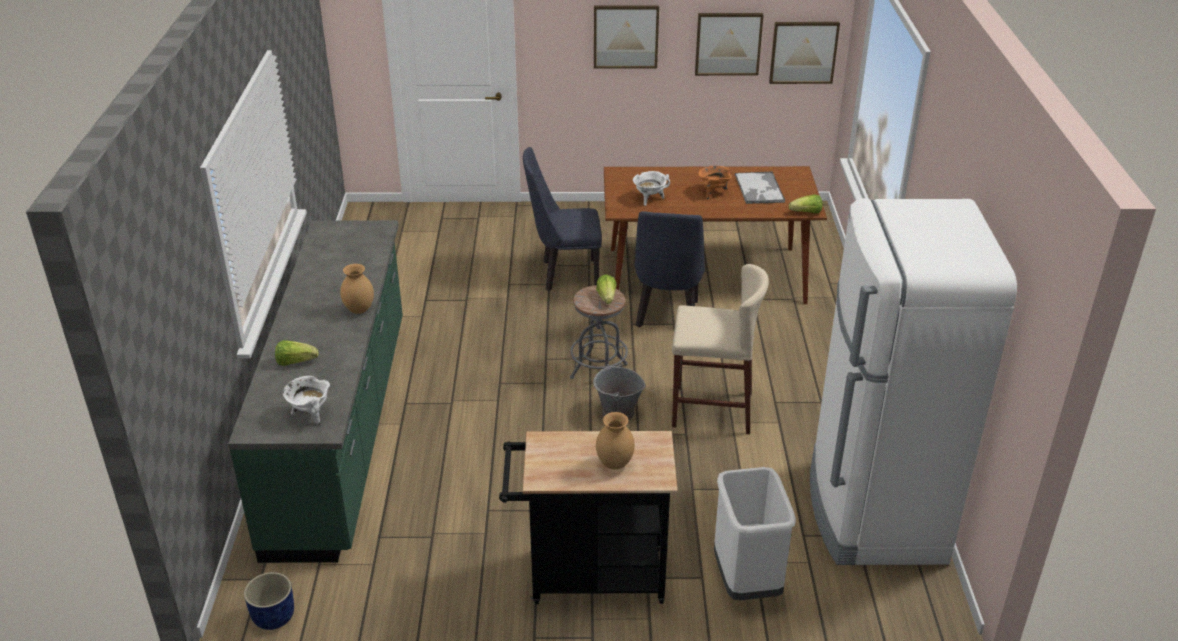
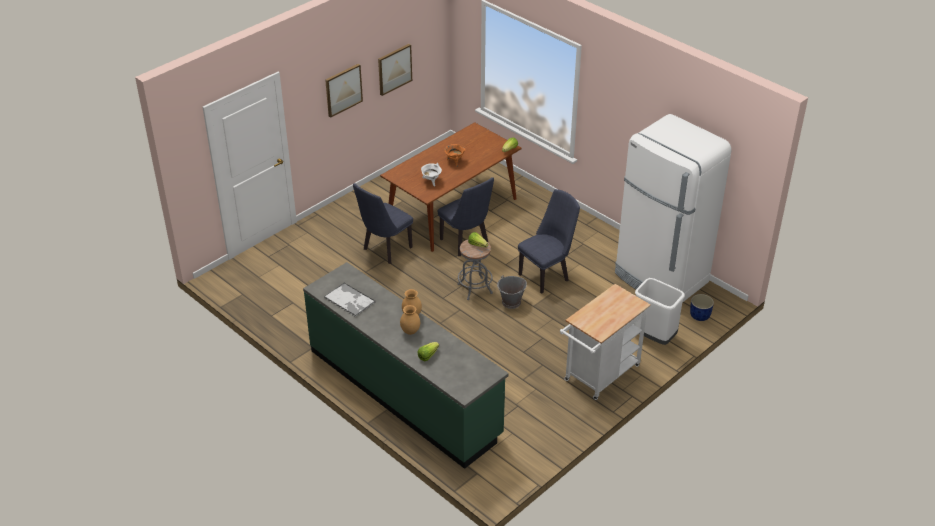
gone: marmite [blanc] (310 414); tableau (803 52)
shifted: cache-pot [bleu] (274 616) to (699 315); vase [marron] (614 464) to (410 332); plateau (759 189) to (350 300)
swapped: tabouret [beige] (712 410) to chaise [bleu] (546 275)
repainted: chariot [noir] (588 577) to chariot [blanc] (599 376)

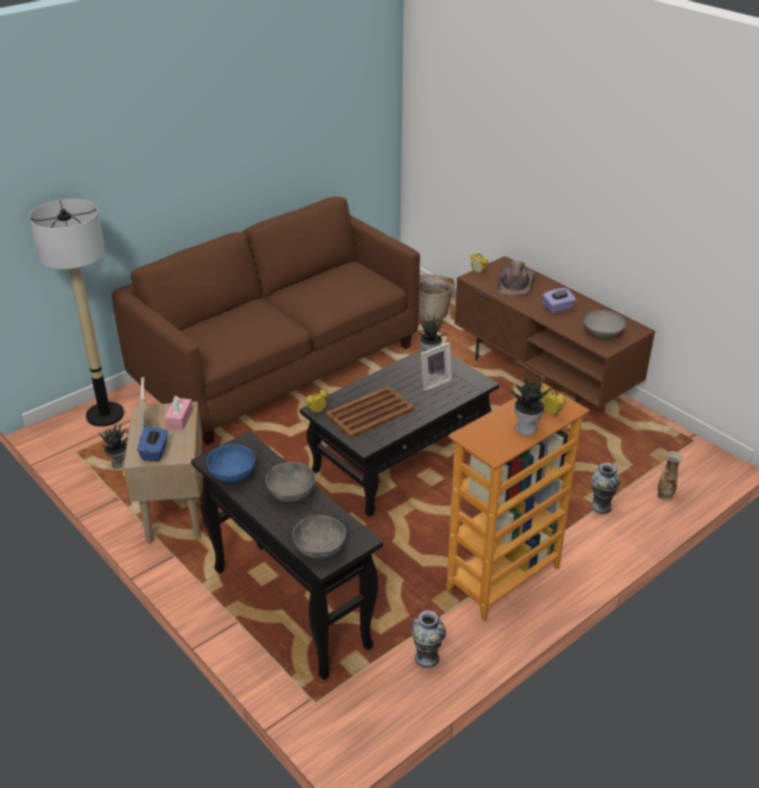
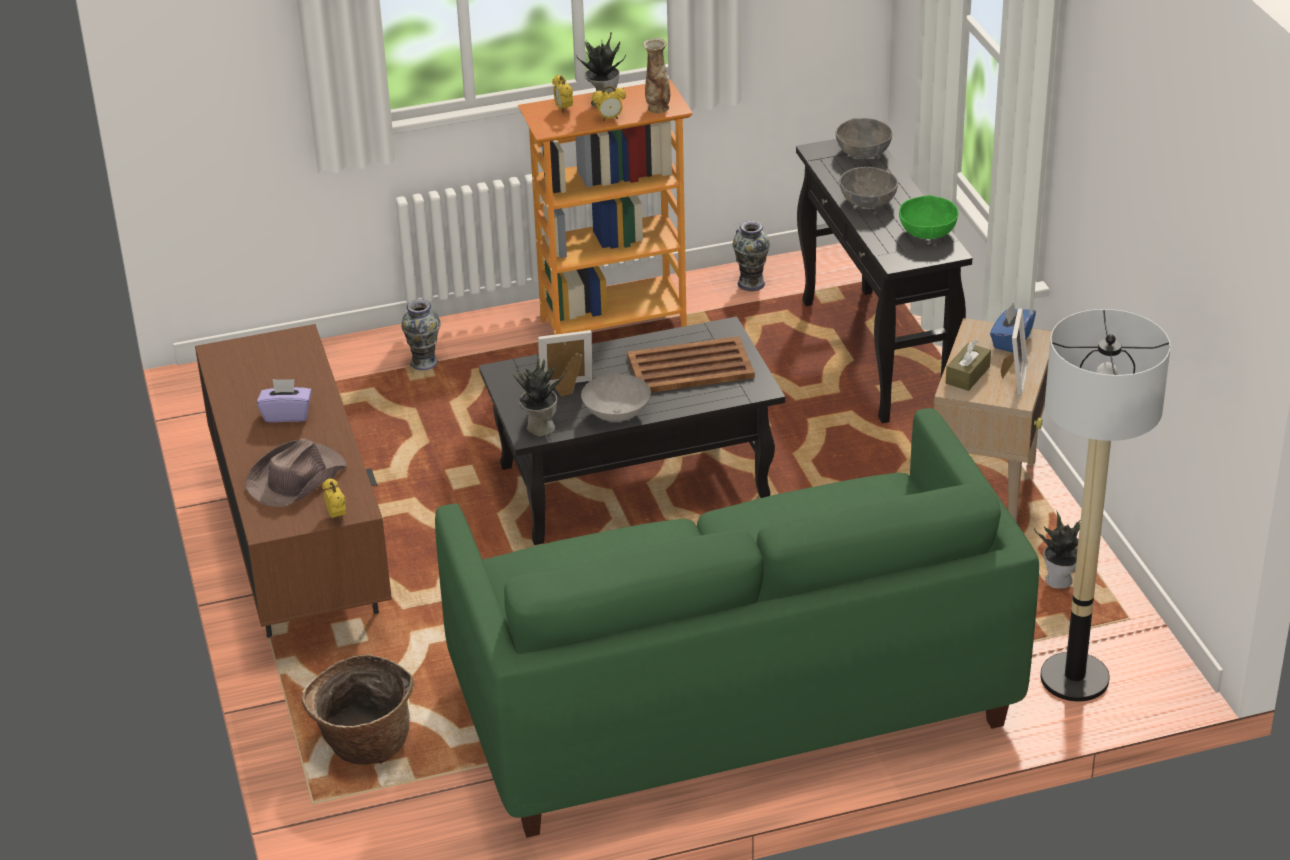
shifted: réveil (317 412) to (609 118); bol [gris] (602 335) to (617 414); vase (665 495) to (657 108)
repainted: canapé [marron] (278 366) to canapé [vert] (731 699); boîte à mouchoirs [rose] (179 419) to boîte à mouchoirs [marron] (967 375); bol [bleu] (232 474) to bol [vert] (927 232)

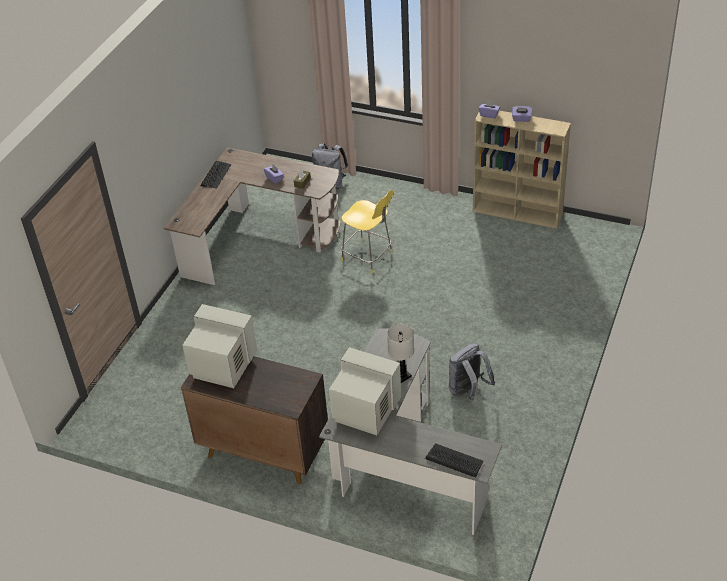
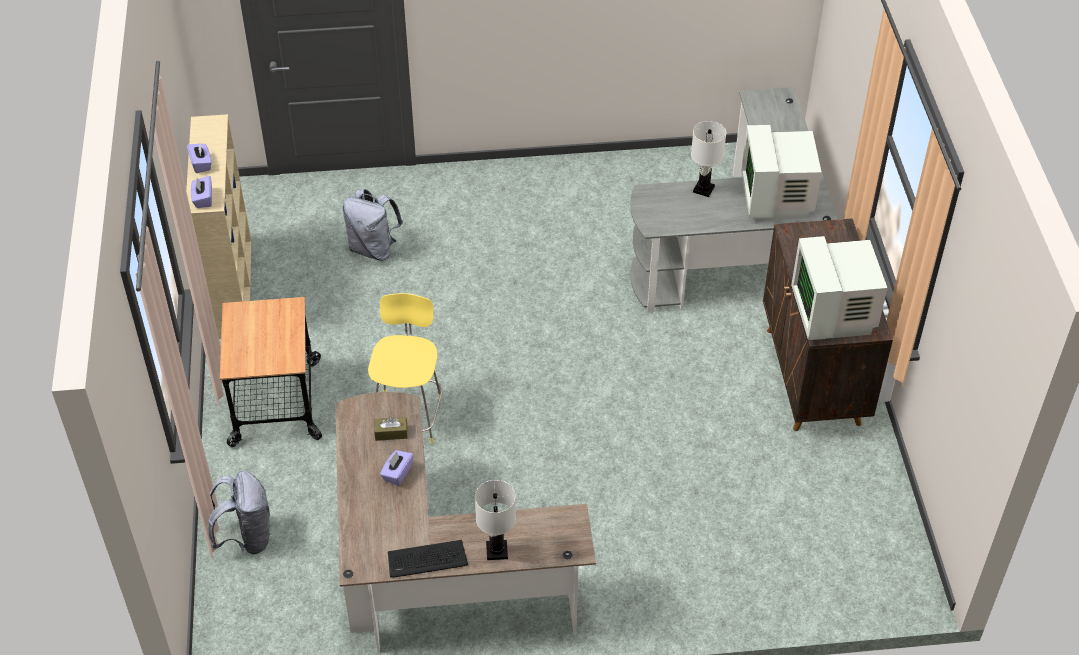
gone: clavier (454 461)
new: chariot (274 403); lampe de table [blanc] (497 551)
shifted: sac à dos [gris] (468 391) to (373 248)

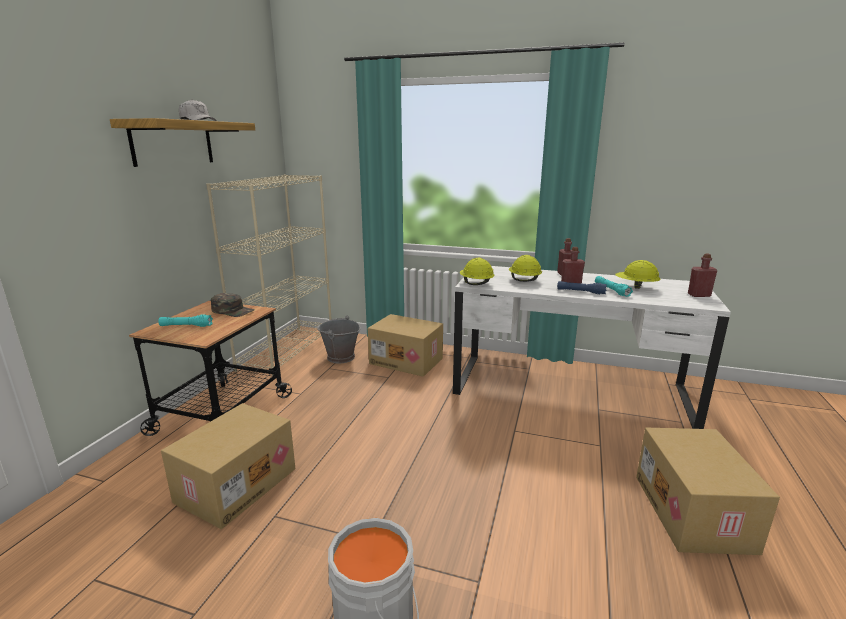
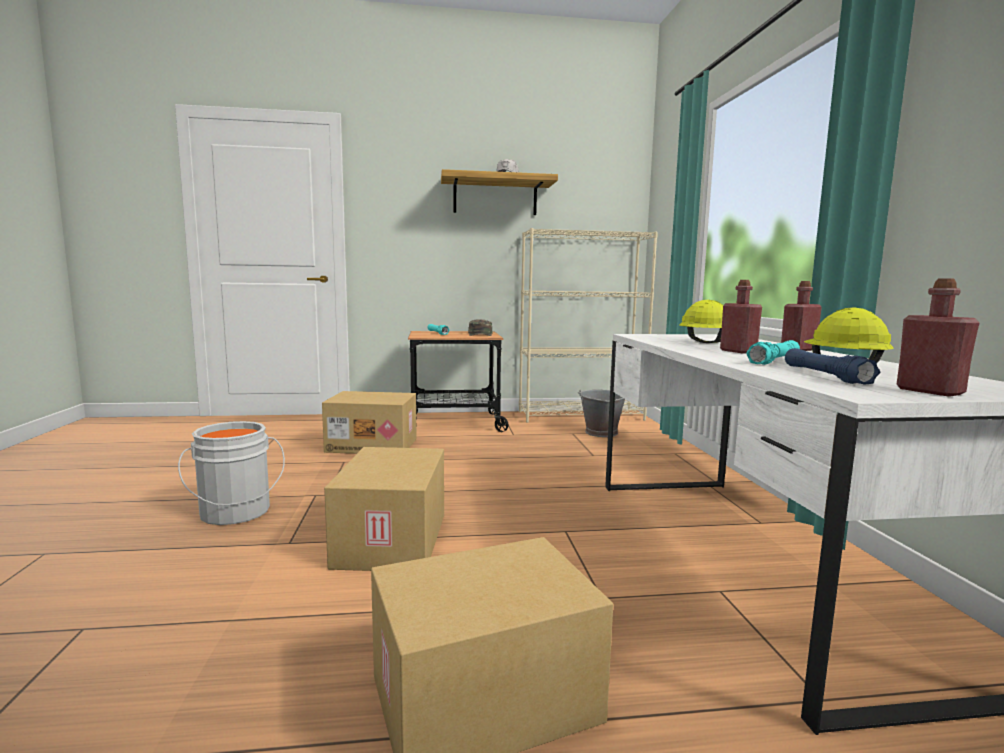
gone: casque de chantier [jaune] (476 284)
shifted: carton (407 361) to (394 540); lampe de poche [bleu] (580 292) to (825 376)

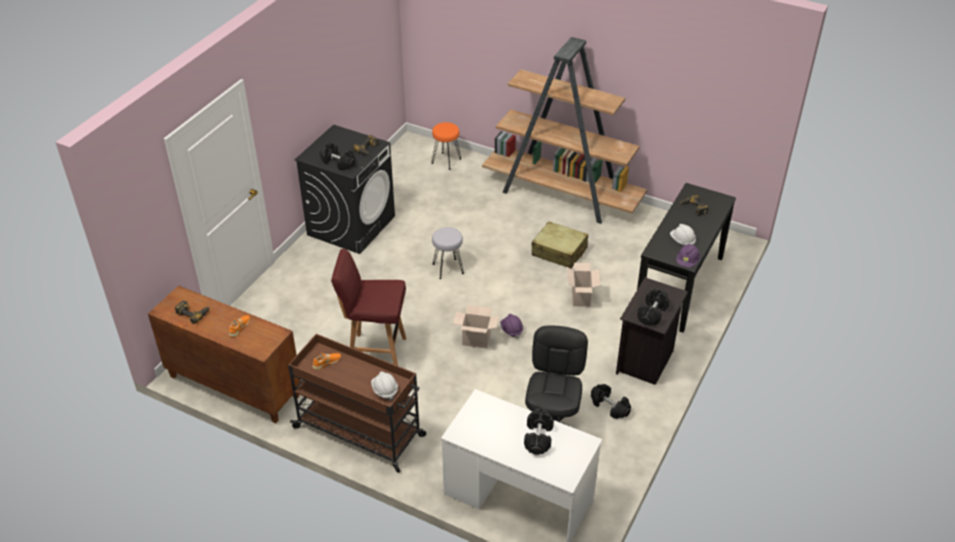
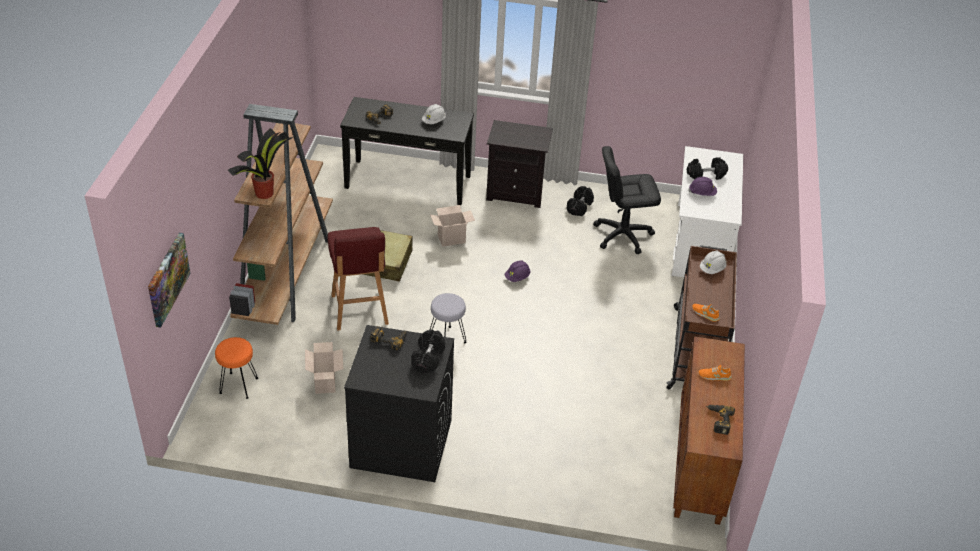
gone: haltère [noir] (652 313)
new: tableau (167 279); plante en pot (265 193)
shifted: tabouret [rouge] (375 353) to (359 311); carton (475 341) to (326 383); casque de chantier [violet] (687 262) to (702 193)

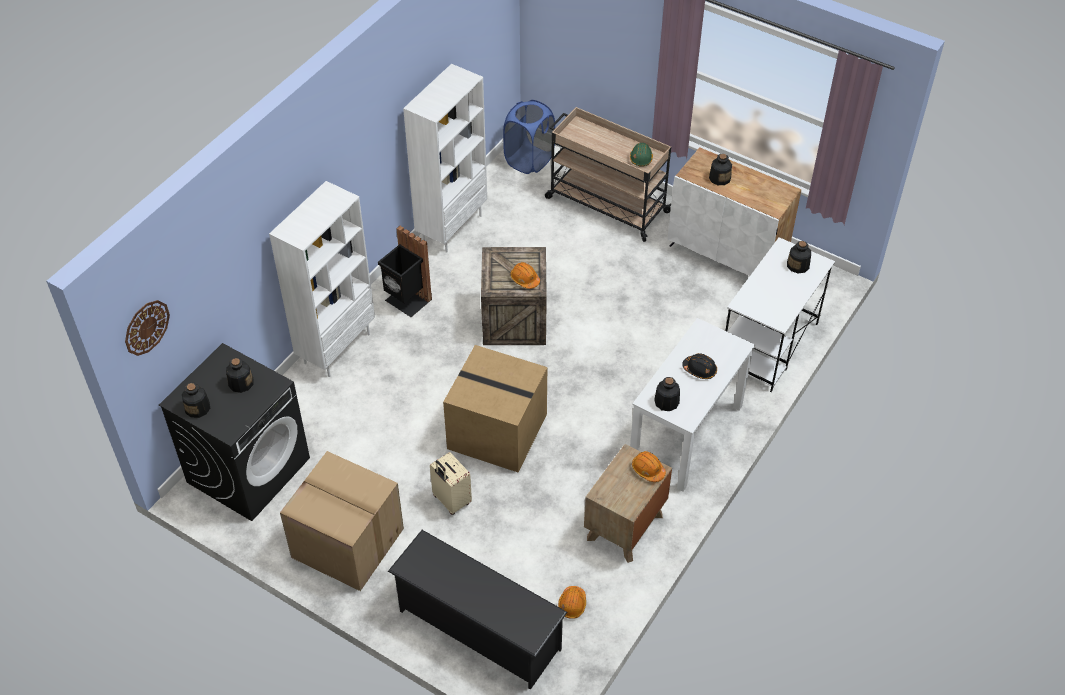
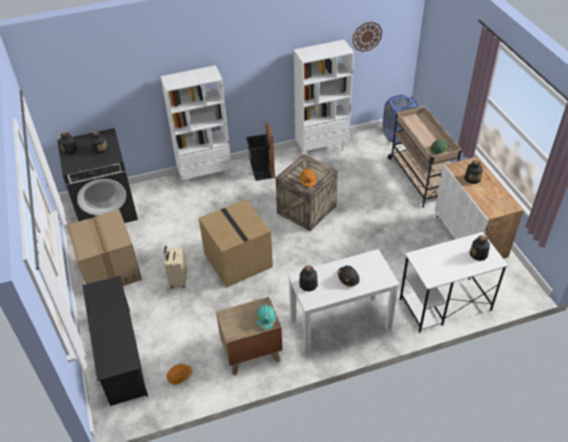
shifted: horloge murale (146 327) to (367 36)
repainted: casque de chantier [orange] (648 470) to casque de chantier [turquoise] (266 319)

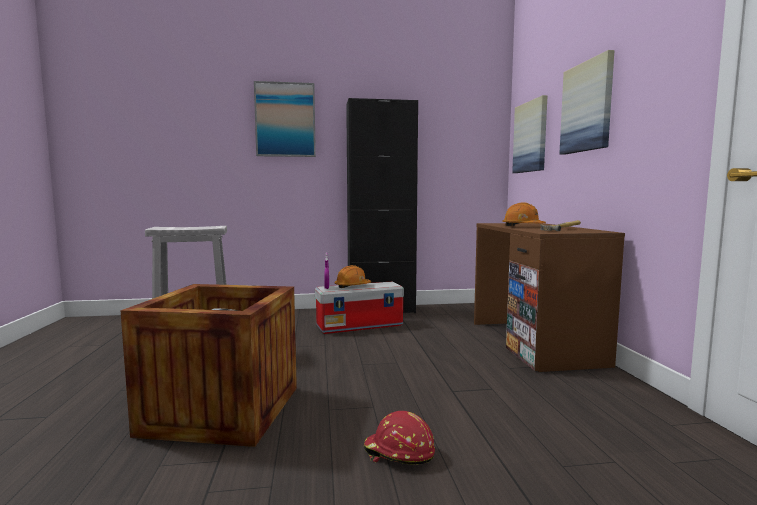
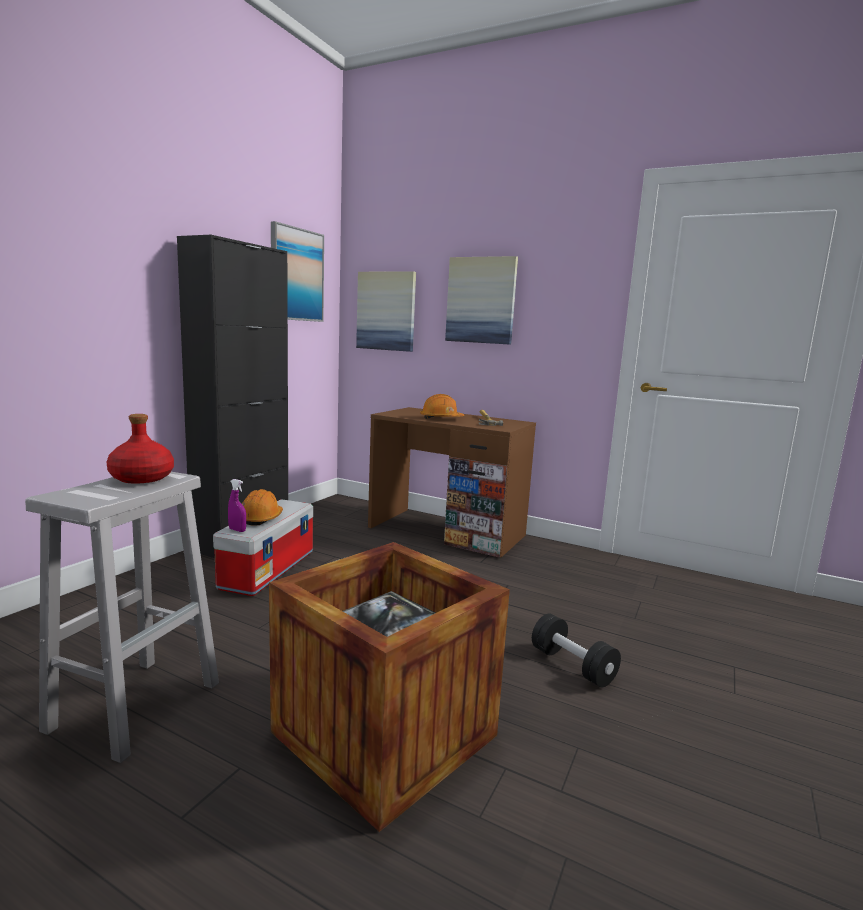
new: bouteille [rouge] (142 478)
shifted: tableau (285 120) to (296 275)
swapped: casque de chantier [rouge] (398 453) to haltère [noir] (572 665)

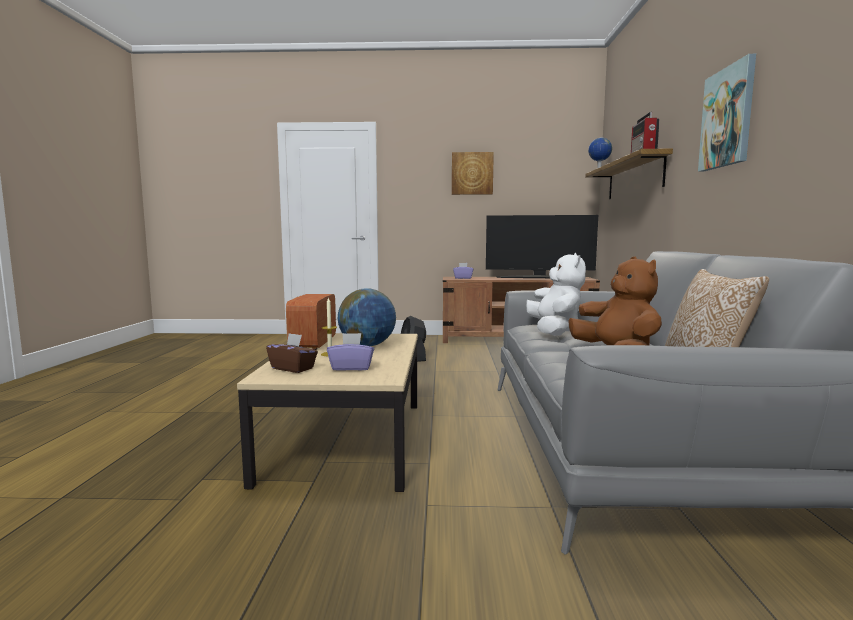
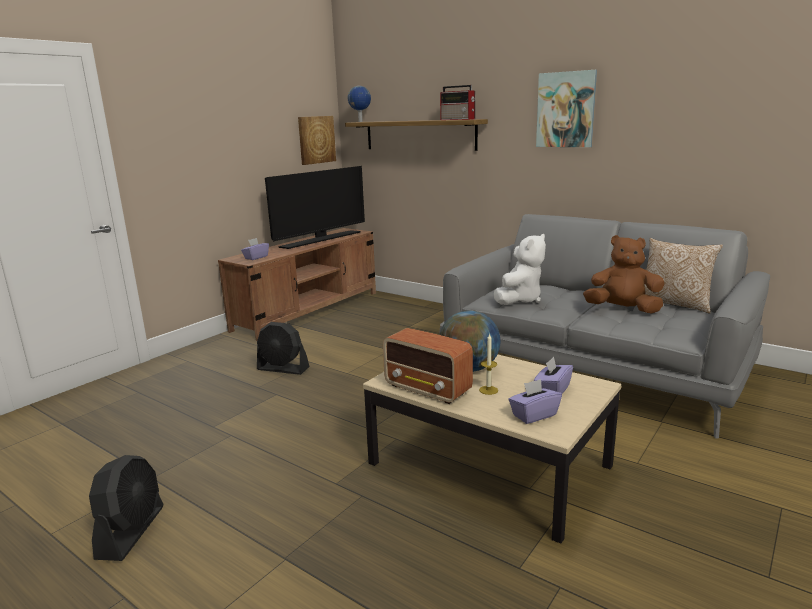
new: ventilateur [noir] (131 531)
shifted: tableau (472 173) to (316 139)
repainted: boîte à mouchoirs [marron] (293 368) to boîte à mouchoirs [violet] (533 415)
rotated: peluche [blanc] (554 331) = (519 299) 90 degrees clockwise

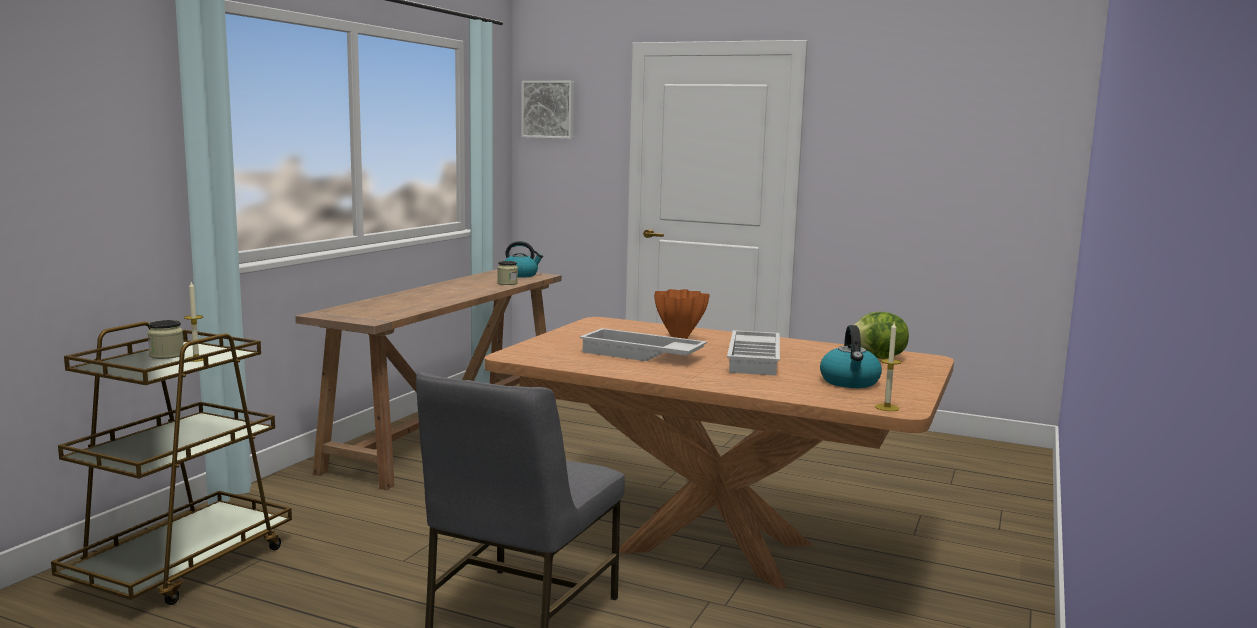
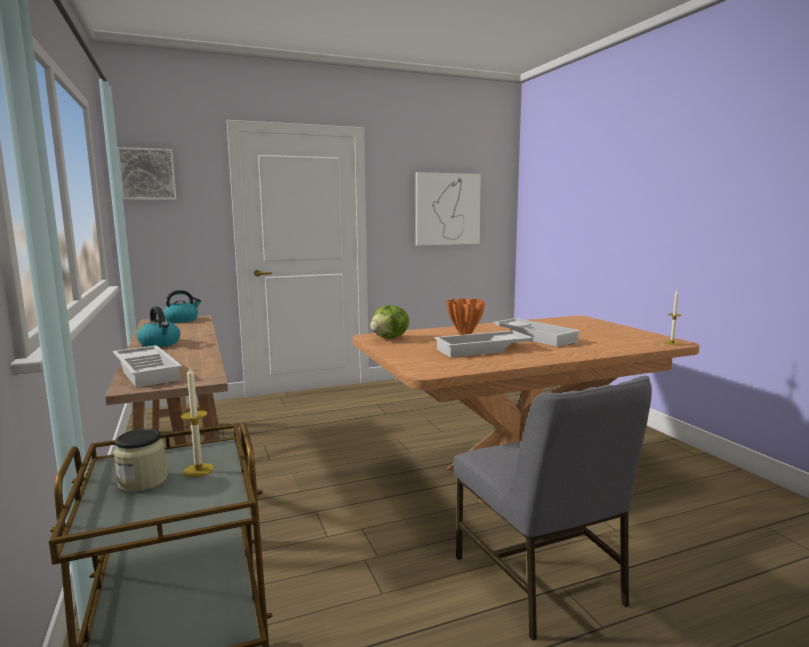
gone: bocal (507 283)
new: plateau [blanc] (149 371); tableau (447 209)
shifted: bouilloire (850 382) to (160 344); laitue (878 358) to (390 338)

